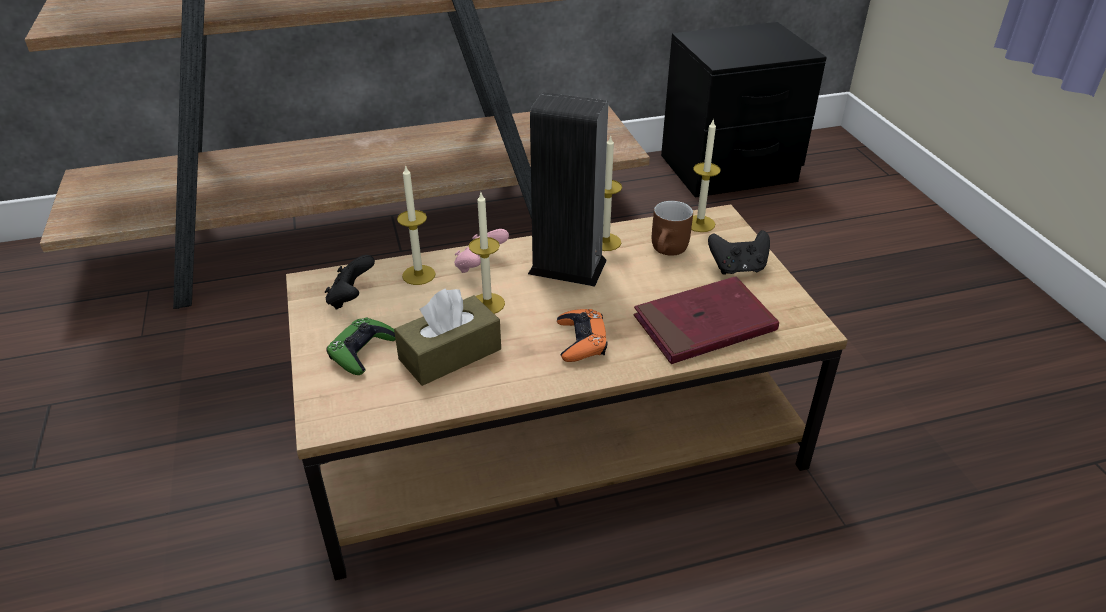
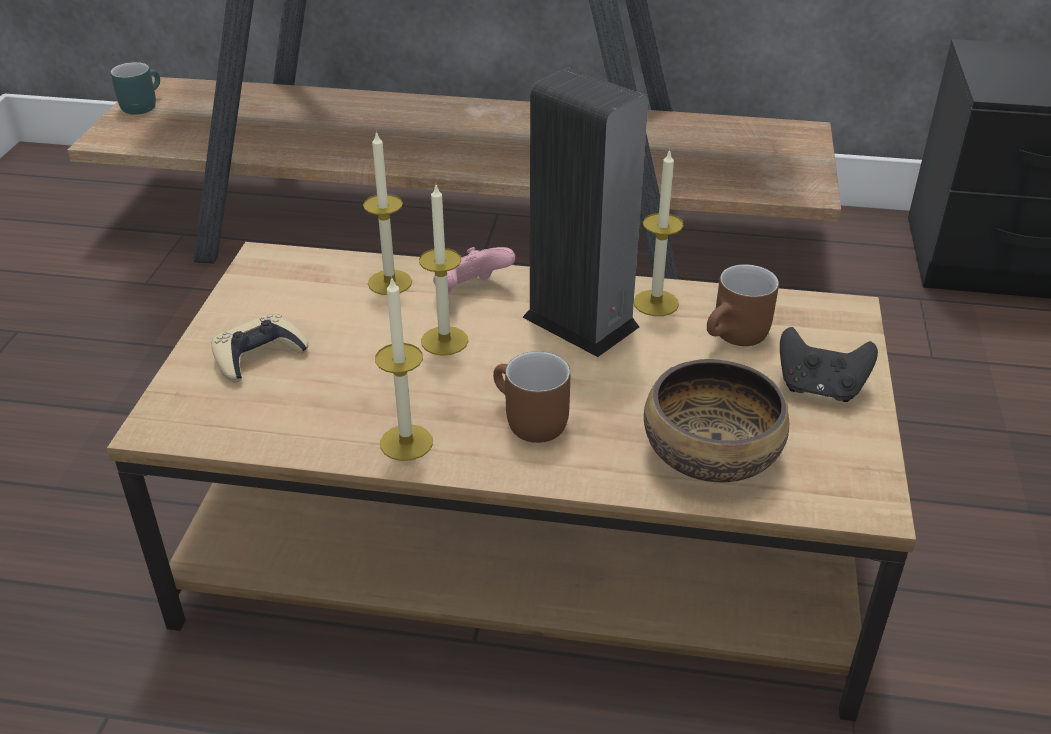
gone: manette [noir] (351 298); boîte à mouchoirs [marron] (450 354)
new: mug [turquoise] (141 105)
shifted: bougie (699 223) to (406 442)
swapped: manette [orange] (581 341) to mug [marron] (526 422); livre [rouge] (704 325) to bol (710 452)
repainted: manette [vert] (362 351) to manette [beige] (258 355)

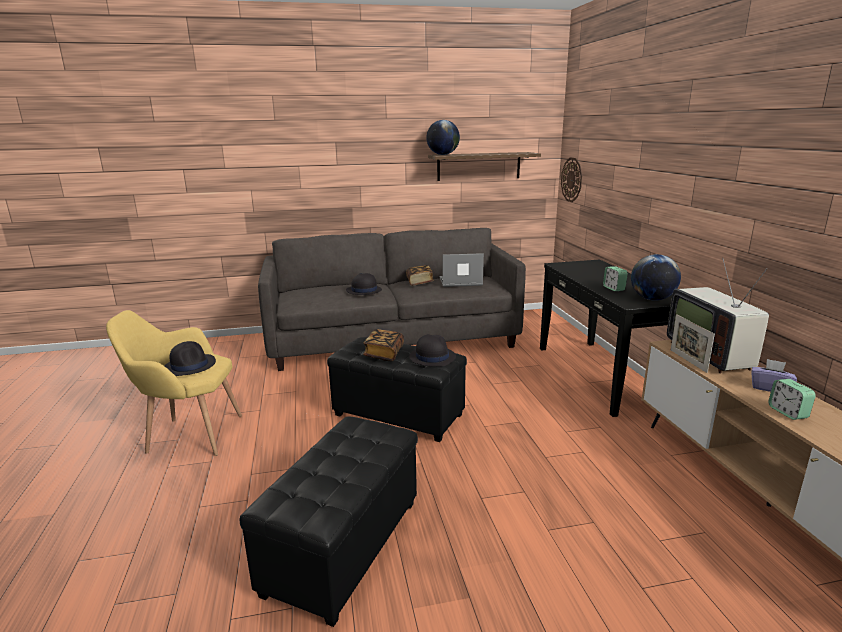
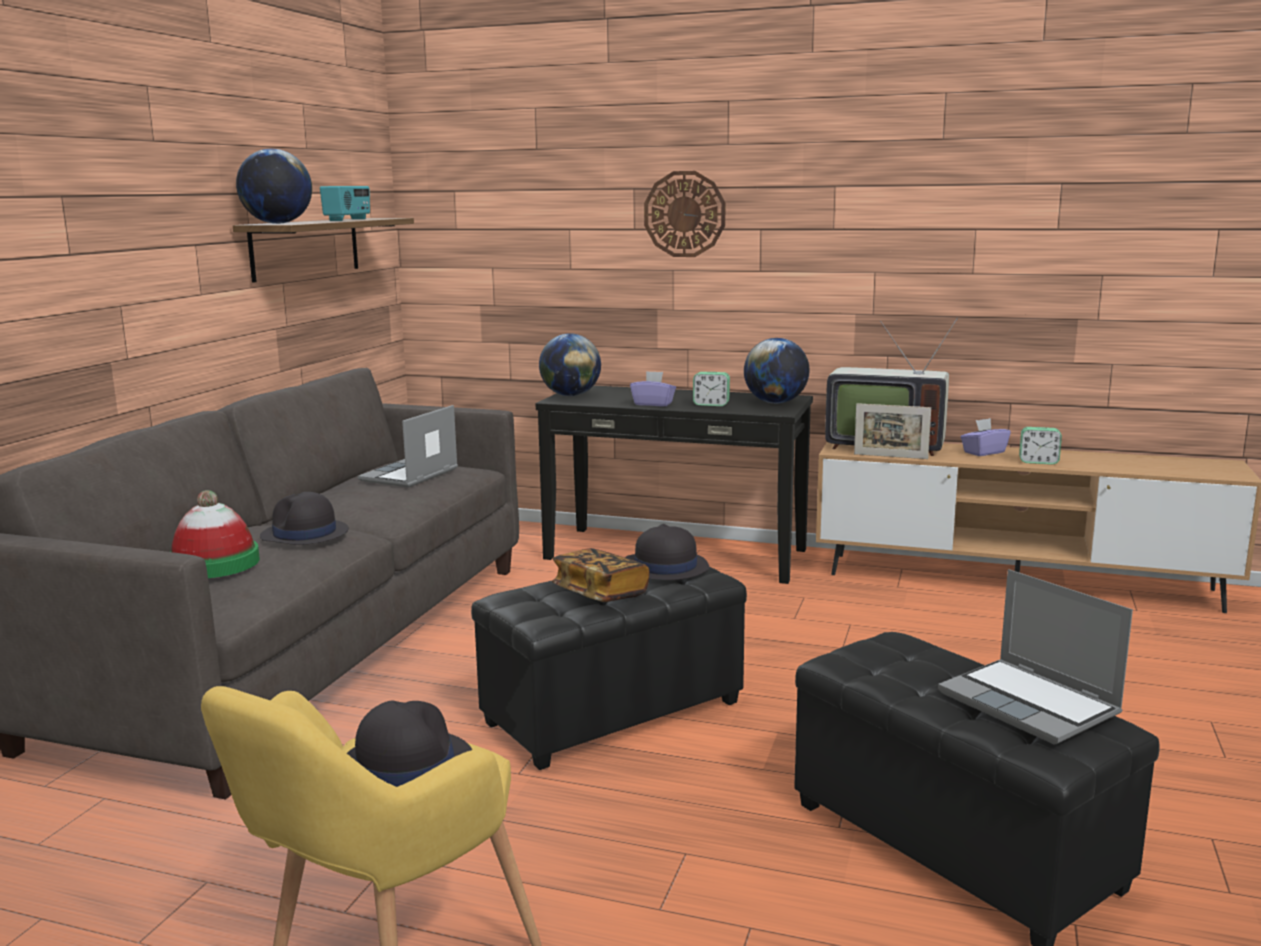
gone: livre (419 282)
new: chapeau (214 563); radio (348 220); globe (570 395); boîte à mouchoirs [violet] (653 404); ordinateur portable (1031 704)
shifted: horloge murale (572 179) to (684 214)

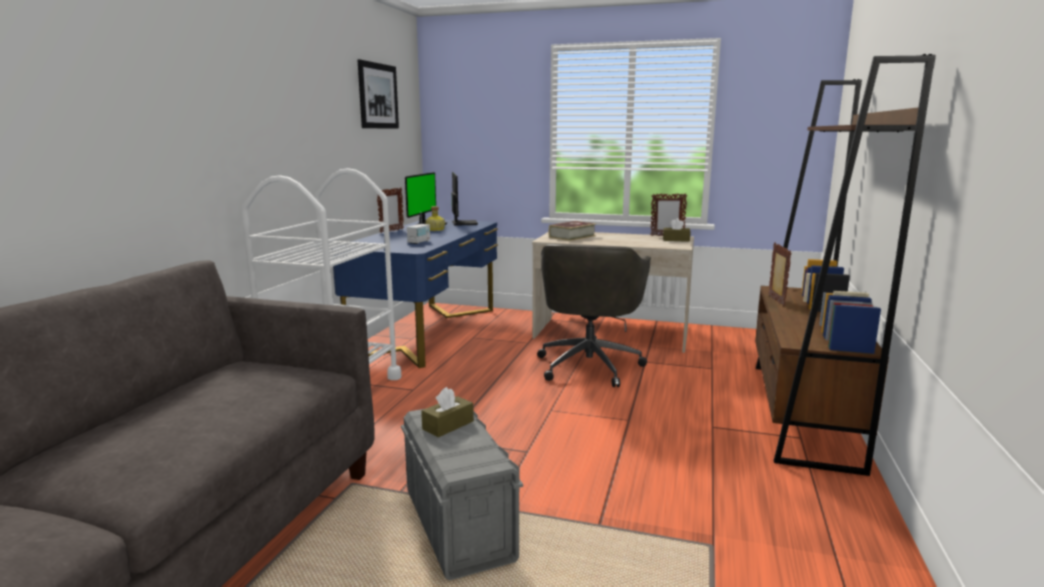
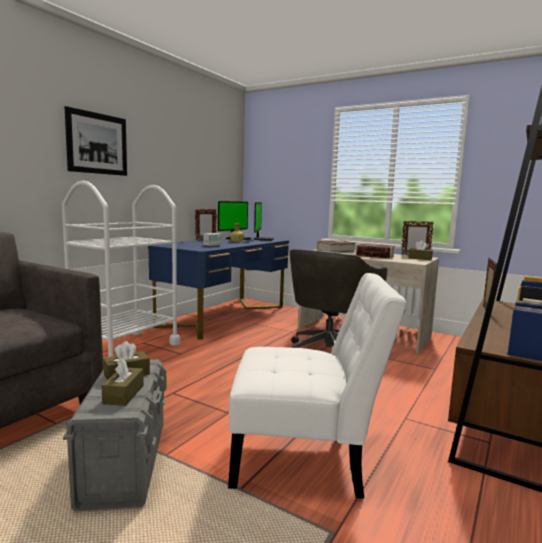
new: boîte à mouchoirs [marron] (123 394); chaise [blanc] (306 456); livre (375 256)
shifted: tableau (378 96) to (97 143)

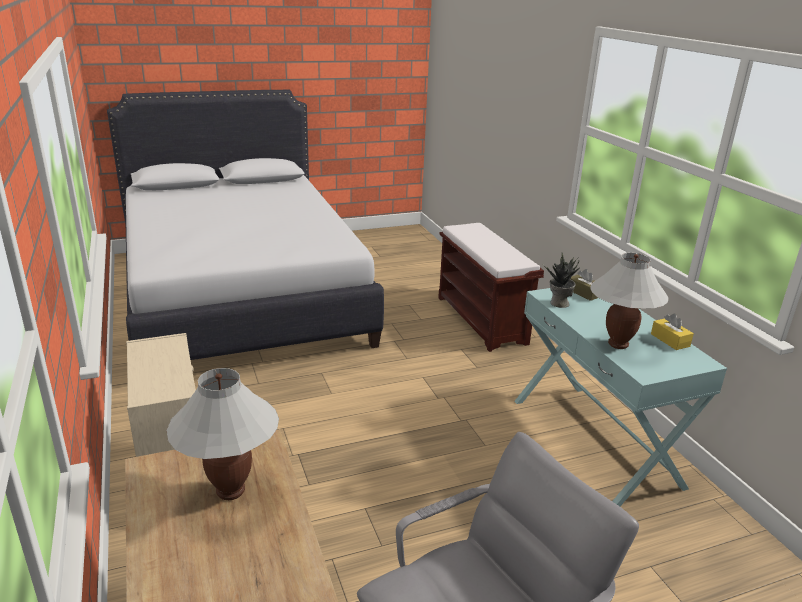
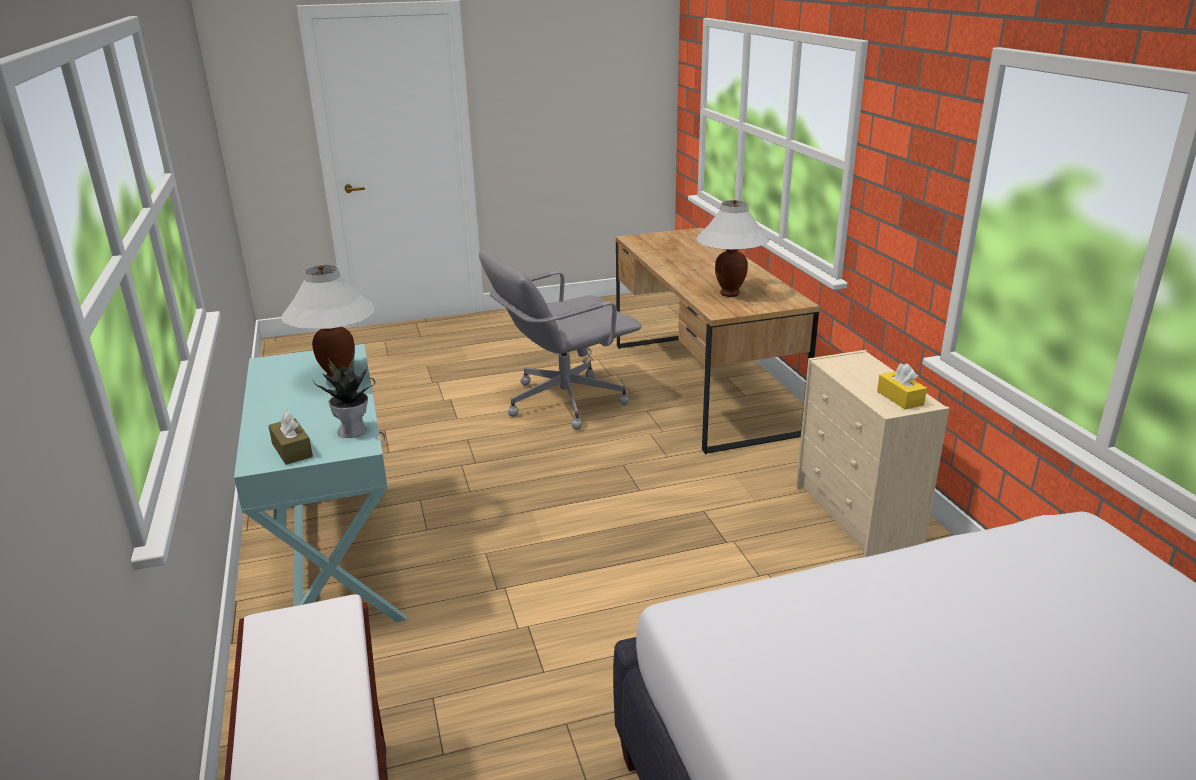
shifted: boîte à mouchoirs [jaune] (670 340) to (900 398)

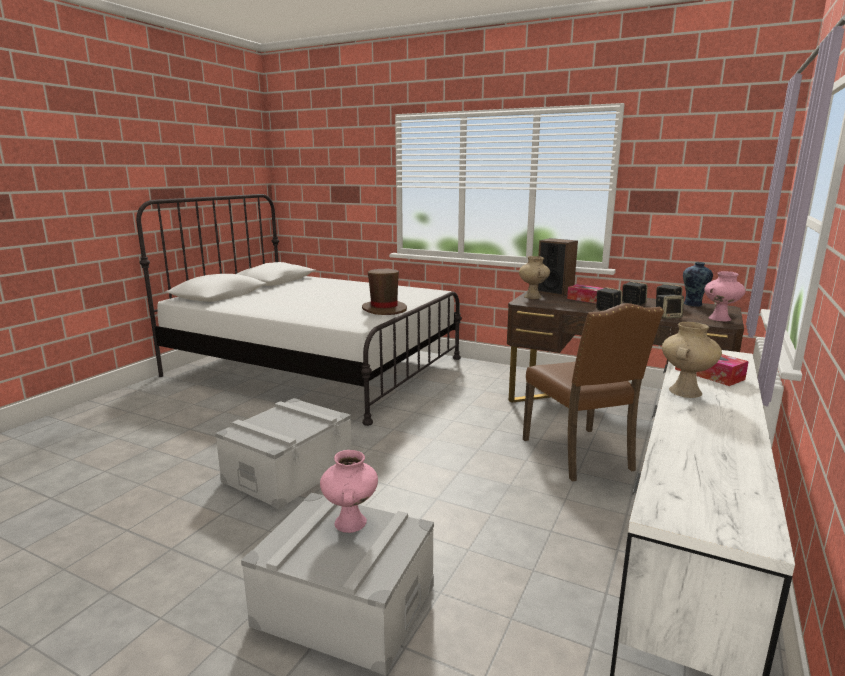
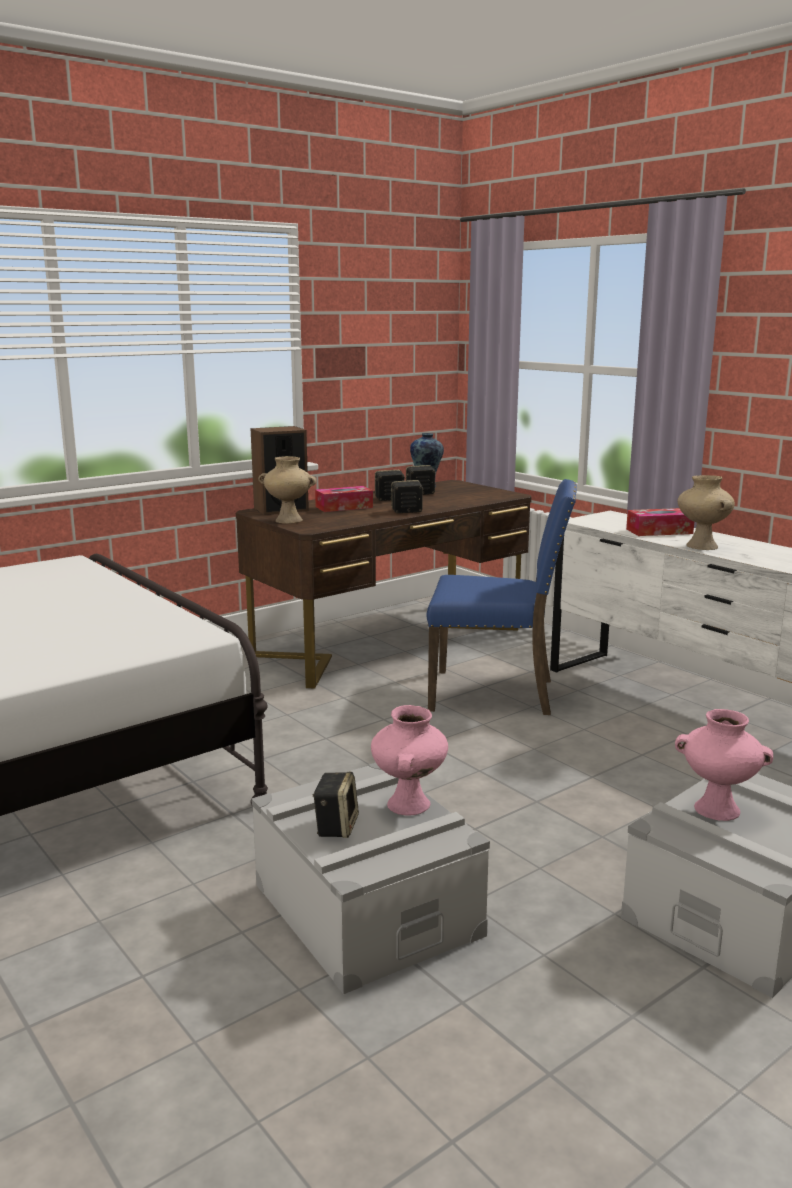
gone: chapeau [marron] (384 309)
shifted: enceinte (668 317) to (336 826); vase [rose] (719 319) to (409 805)
repainted: chaise [marron] (580 455) to chaise [bleu] (495 693)

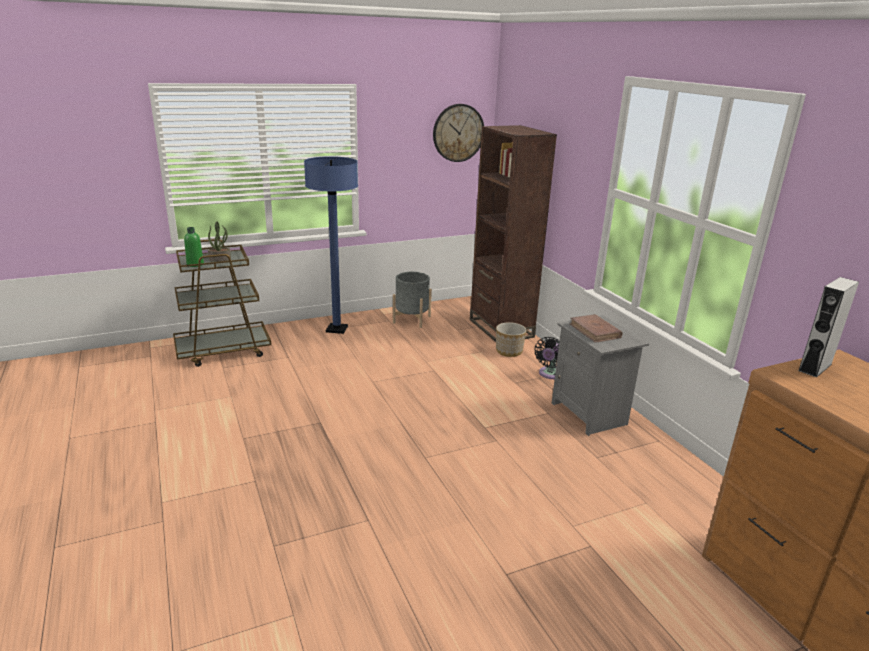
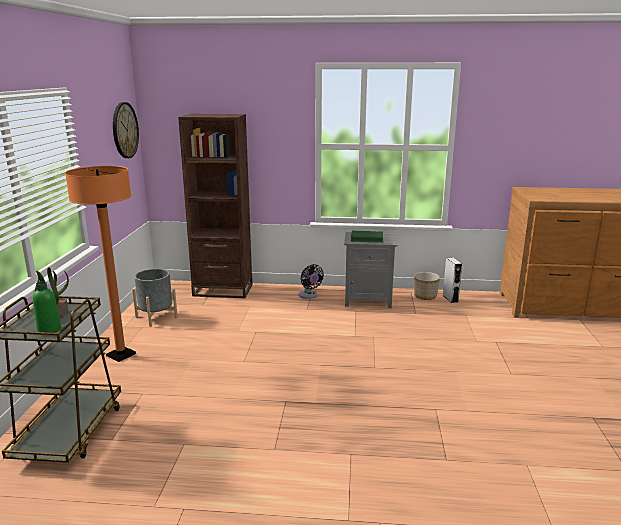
shifted: cache-pot (509 351) to (425 296); enceinte [gris] (815 367) to (450 298)
repainted: lampadaire [bleu] (337 329) to lampadaire [orange] (121 355); livre [marron] (595 331) to livre [vert] (367 238)

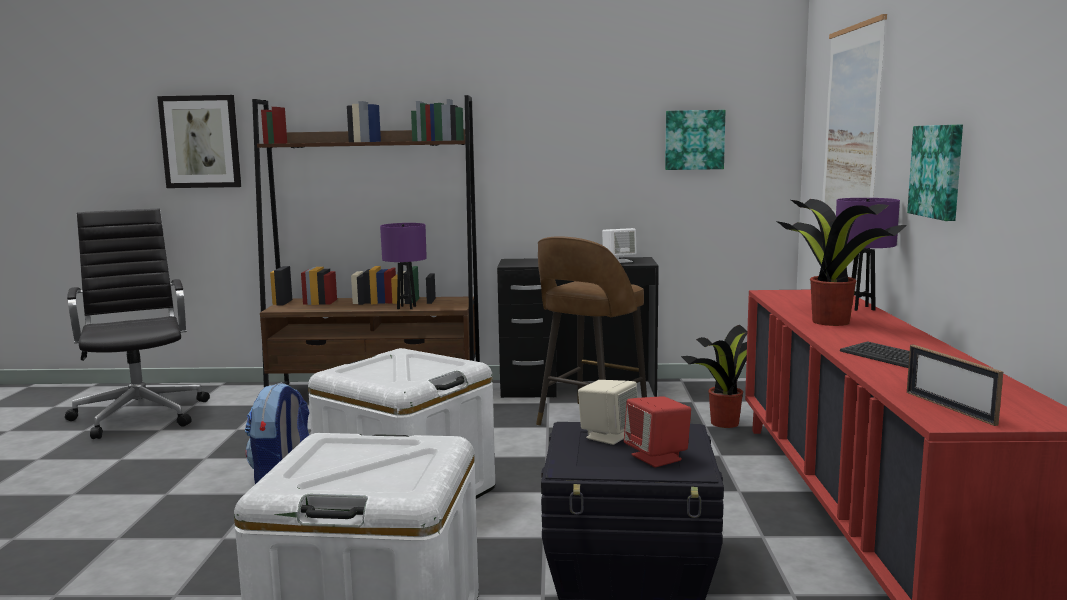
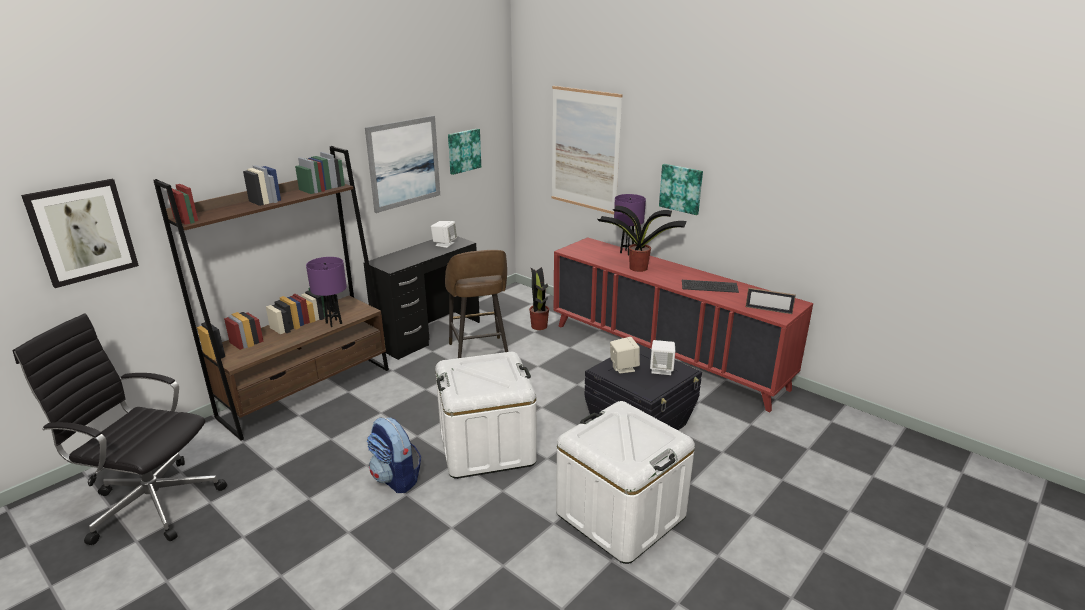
new: tableau (404 163)
repainted: enceinte [rouge] (657 457) to enceinte [blanc] (661 369)

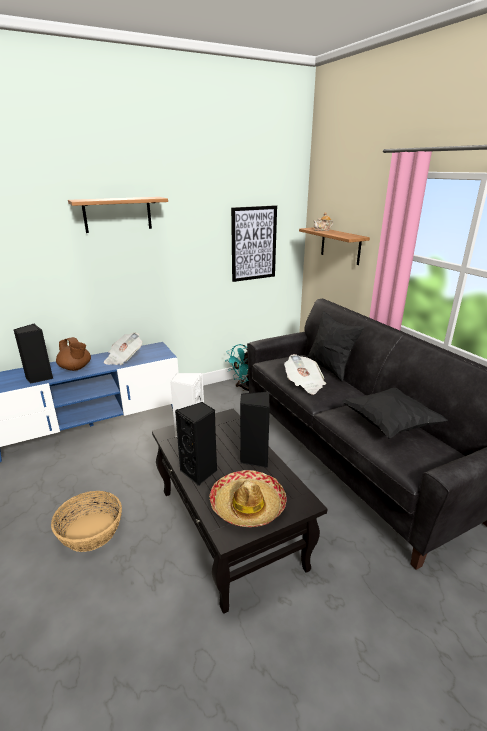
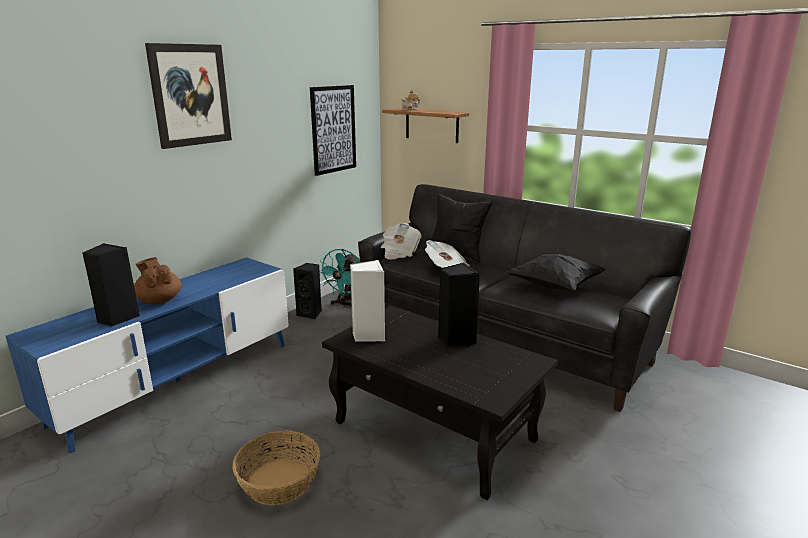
gone: chapeau (247 505)
shifted: journal (123 359) to (399 252); enceinte [noir] (200 472) to (310 314)
swapped: étagère (117 214) to tableau (190 95)
rotated: théière [marron] (75 368) = (159 300) 150 degrees counterclockwise

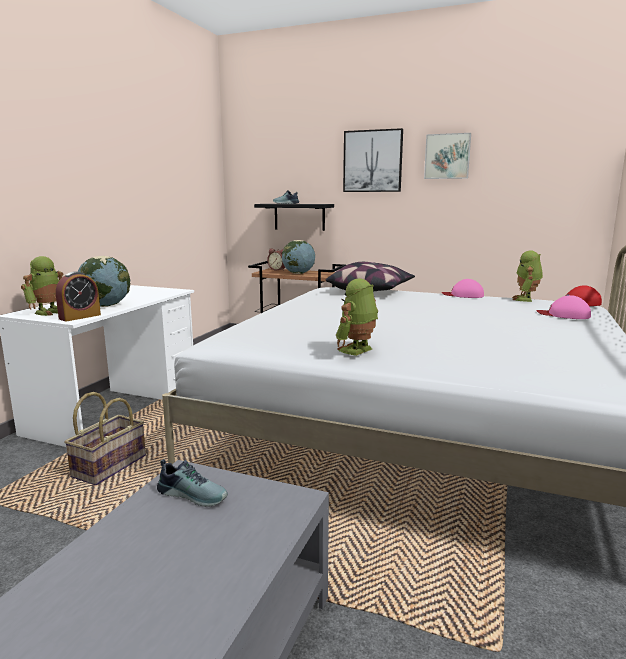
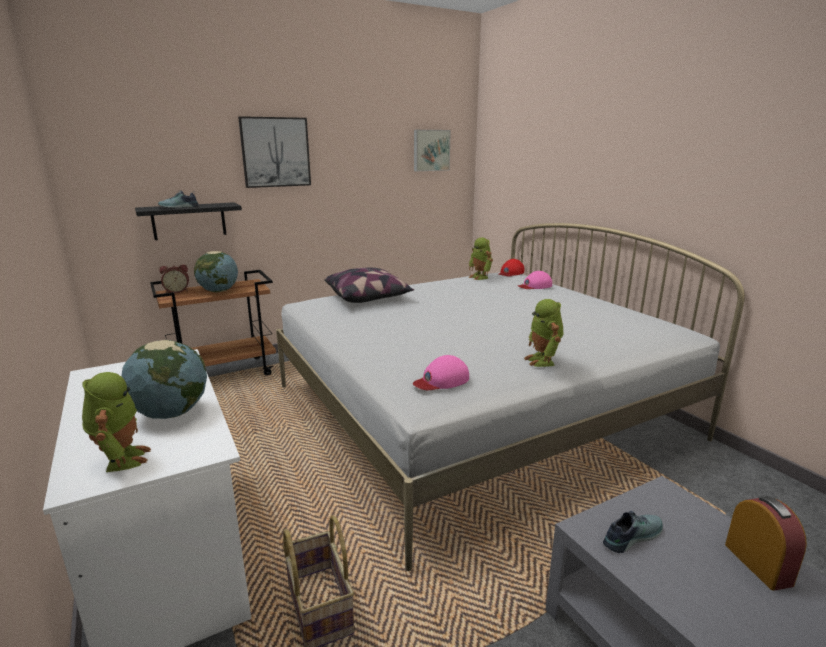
shifted: réveil (80 317) to (757 564); tableau (447 156) to (431 150); casquette [rose] (463 295) to (441 380)

